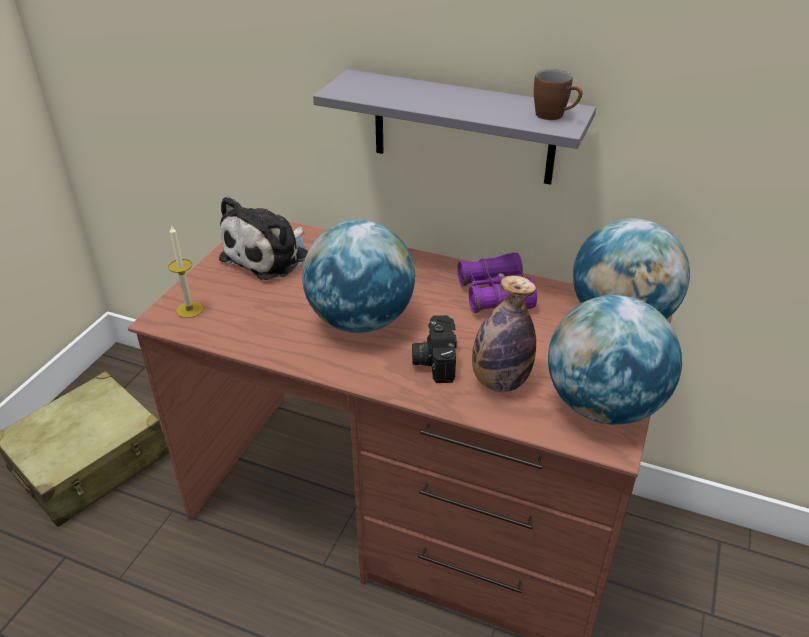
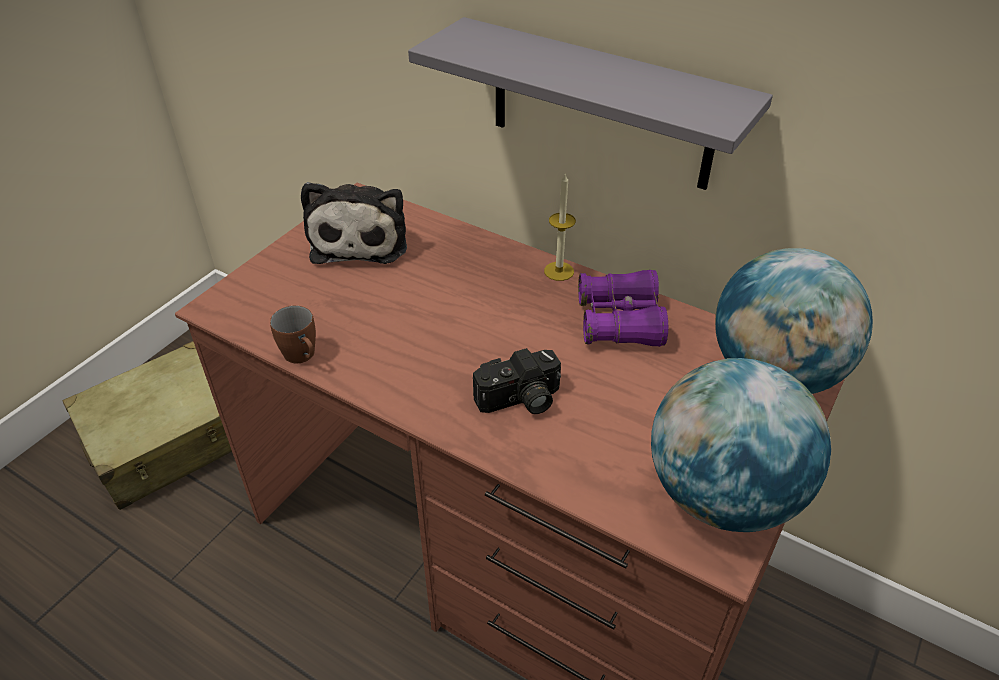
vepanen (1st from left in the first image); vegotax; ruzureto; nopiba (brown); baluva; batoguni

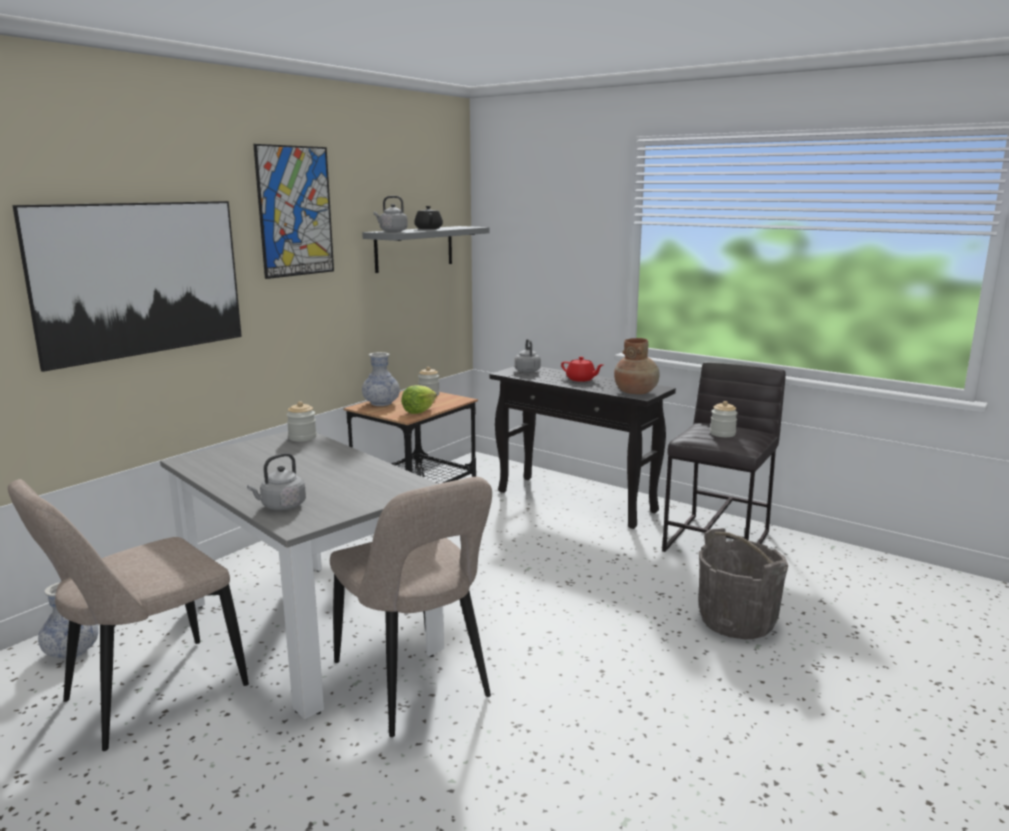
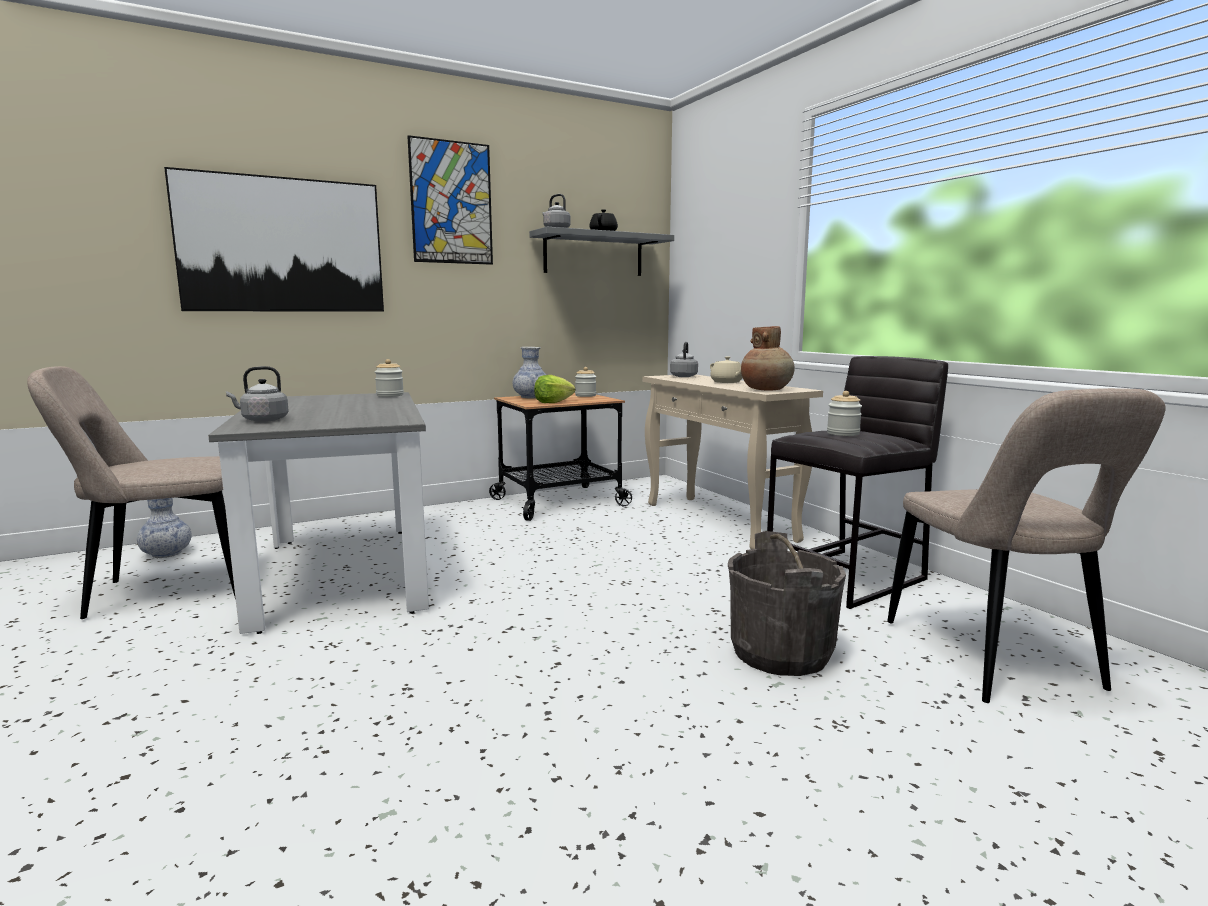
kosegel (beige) (2nd from left); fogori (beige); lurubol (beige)

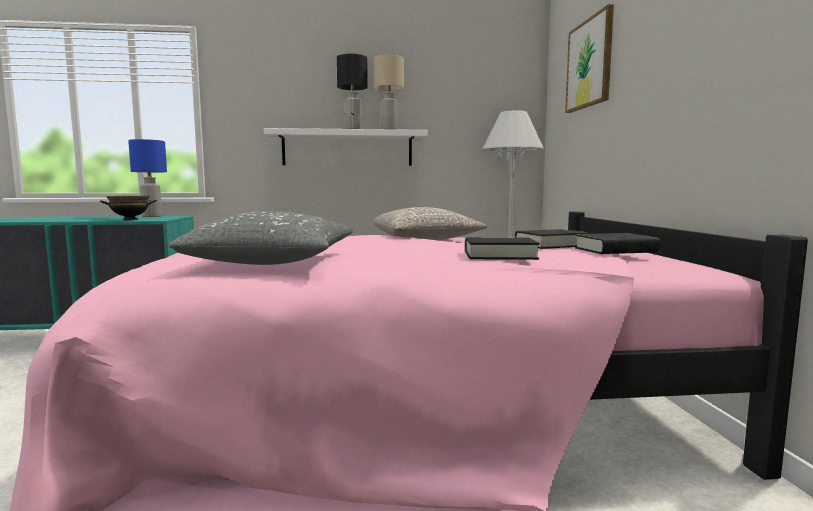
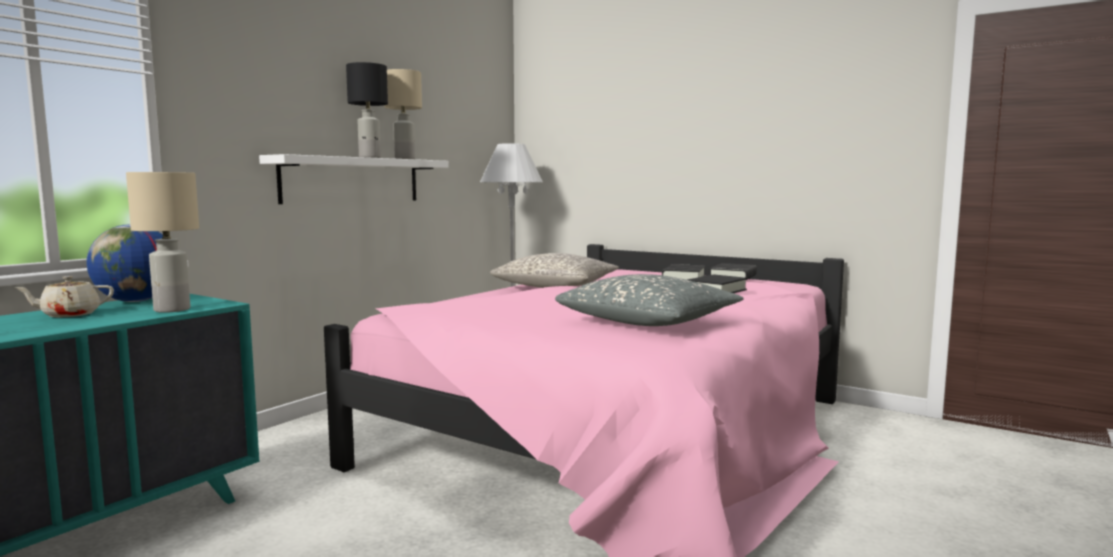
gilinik; lurubol (beige); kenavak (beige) (1st from left); vepanen

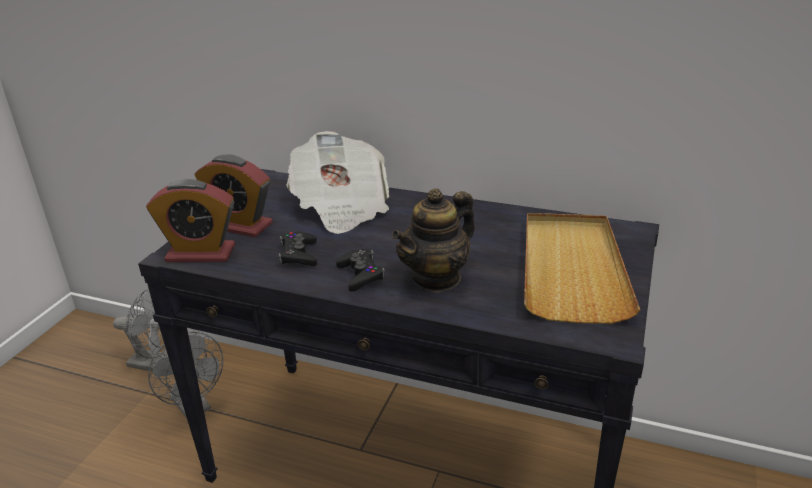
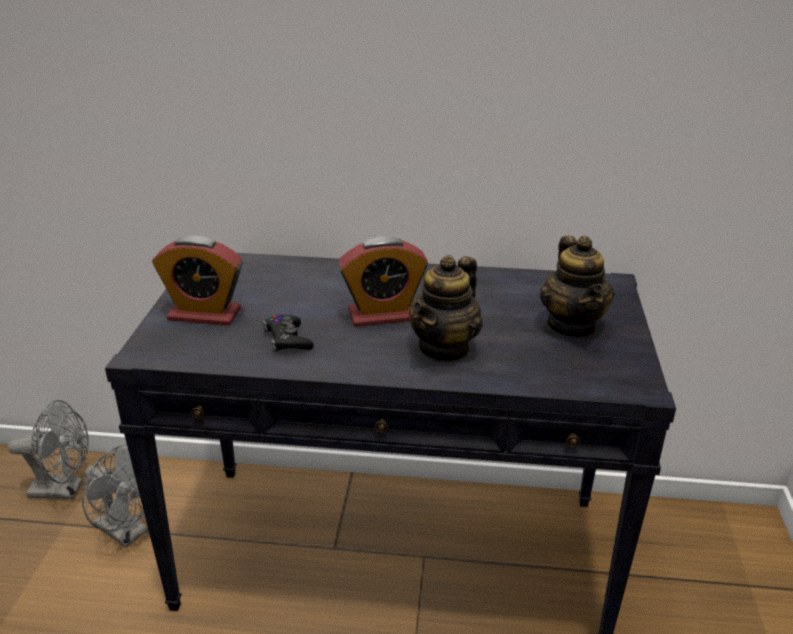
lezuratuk; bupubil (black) (2nd from left in the first image); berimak (2nd from left); lurubol (2nd from left)

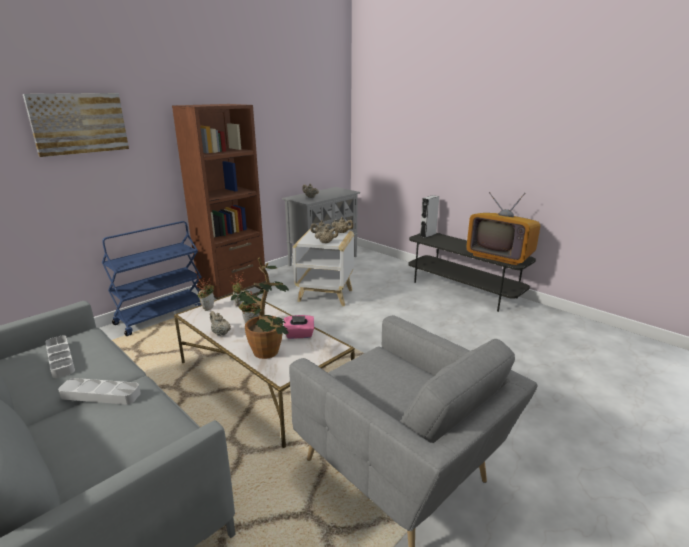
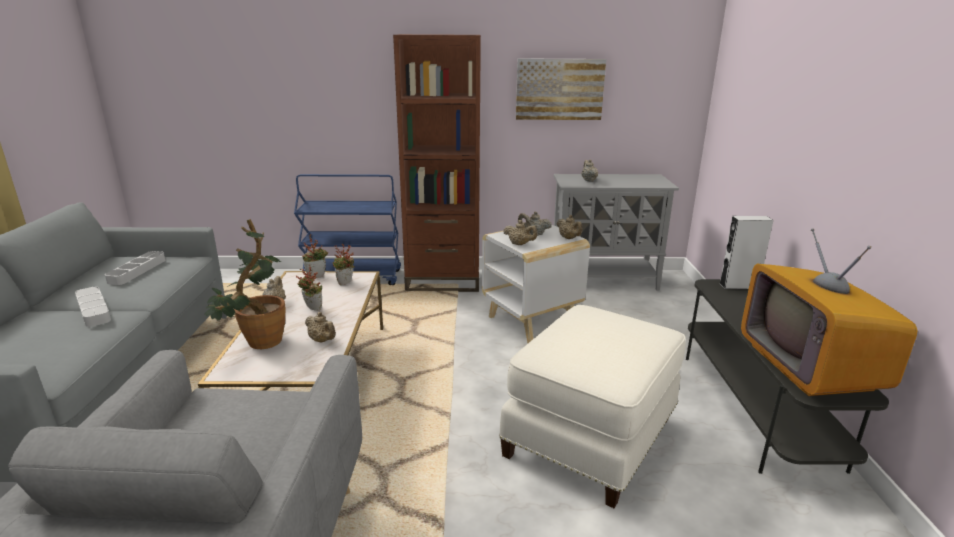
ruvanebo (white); gilinik; lurubol (beige) (2nd from left)

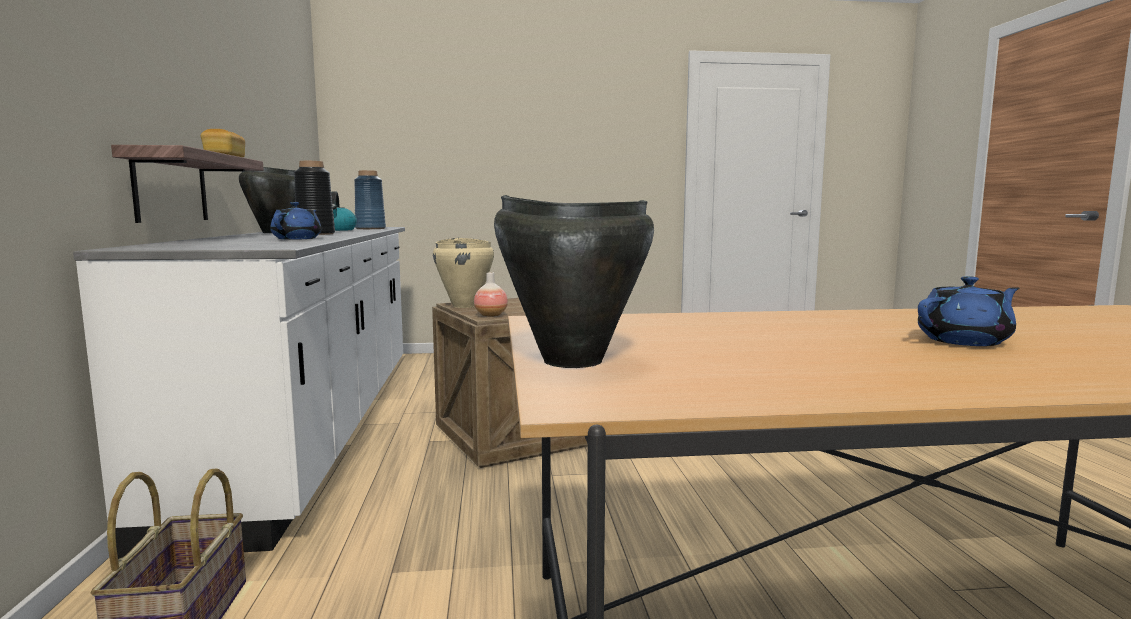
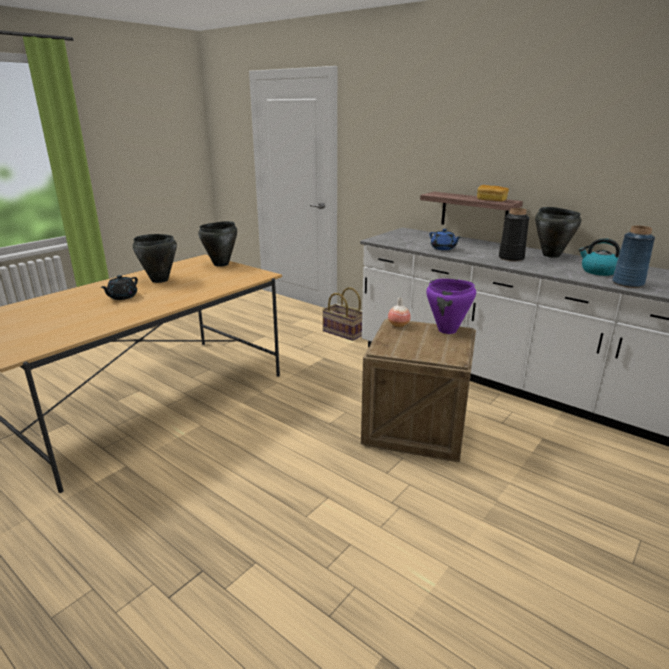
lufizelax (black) (1st from left); lufizelax (purple); lurubol (black)

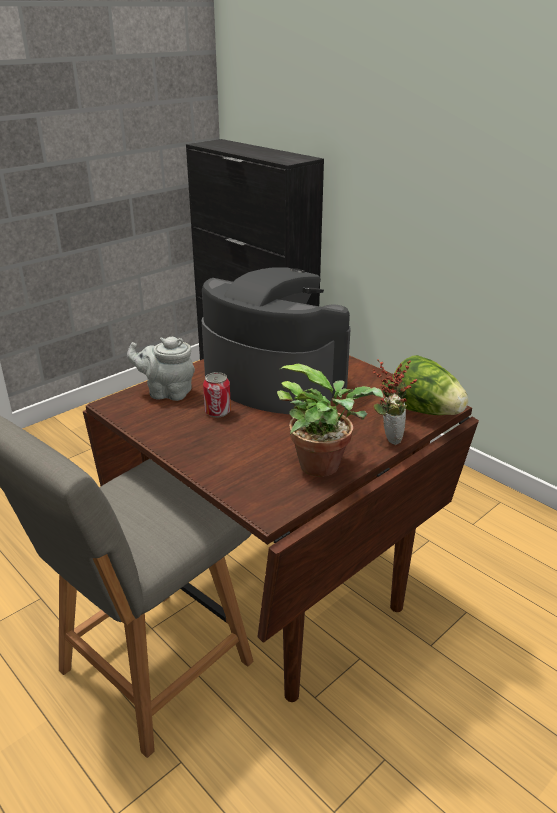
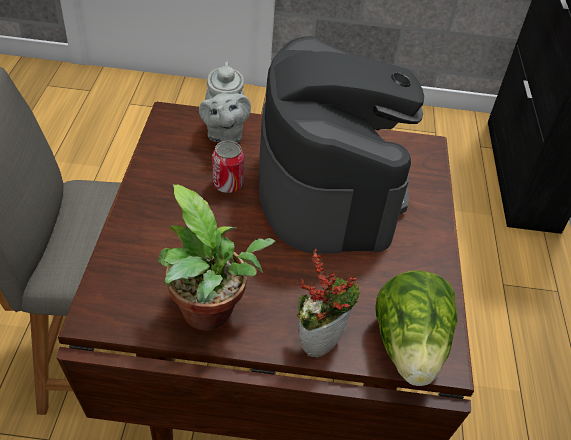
lurubol (grey)

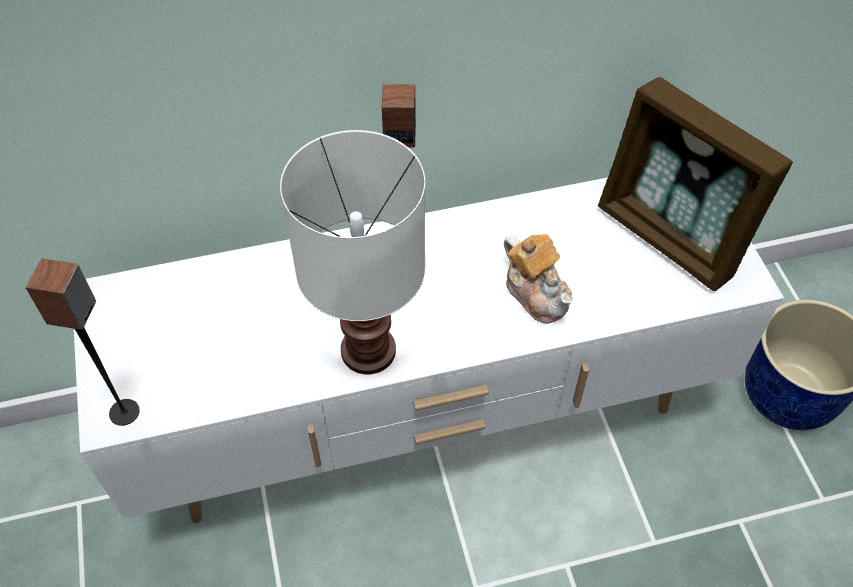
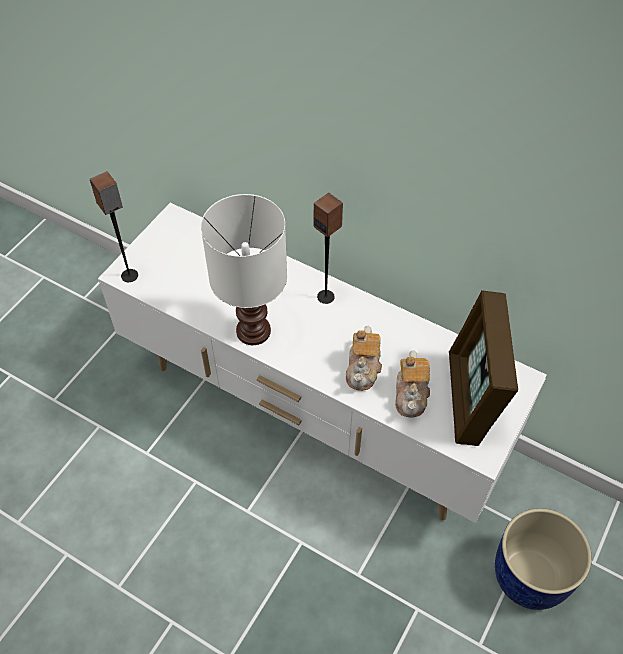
lurubol (2nd from left)

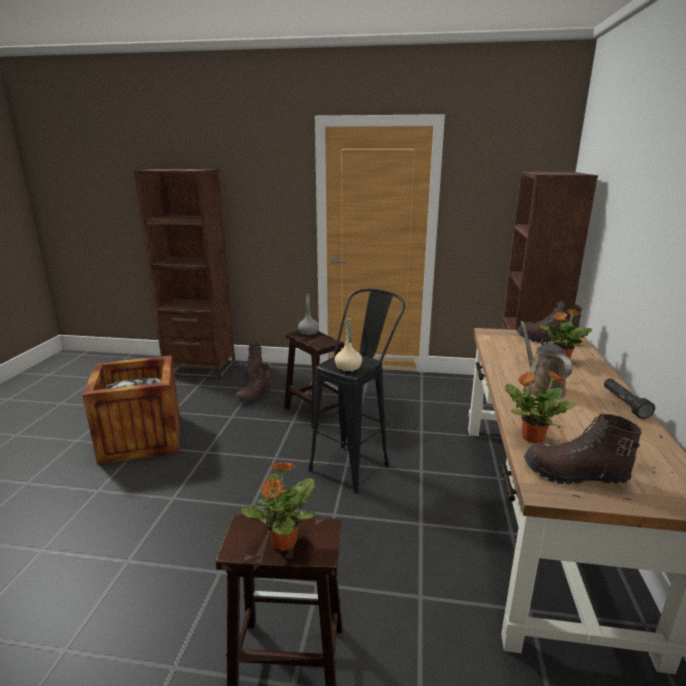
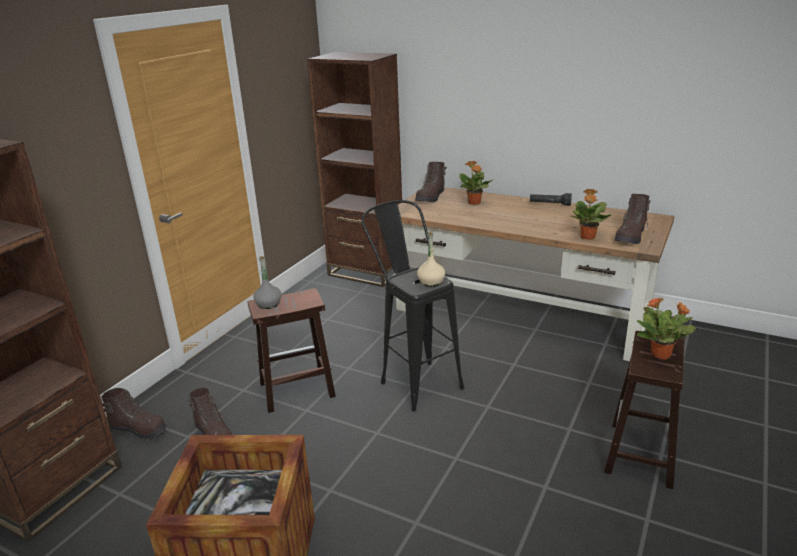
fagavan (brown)

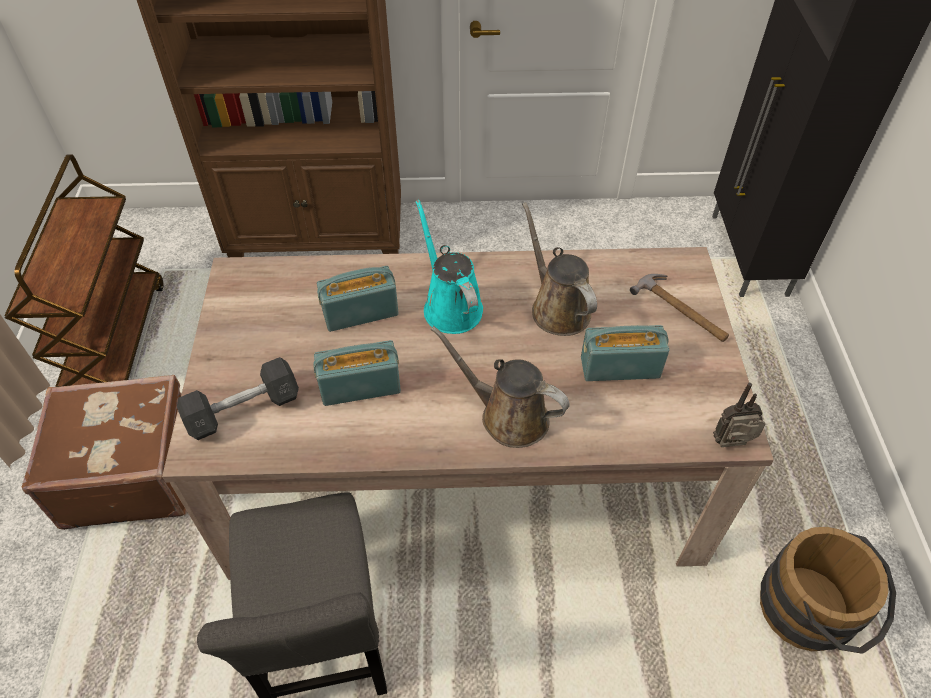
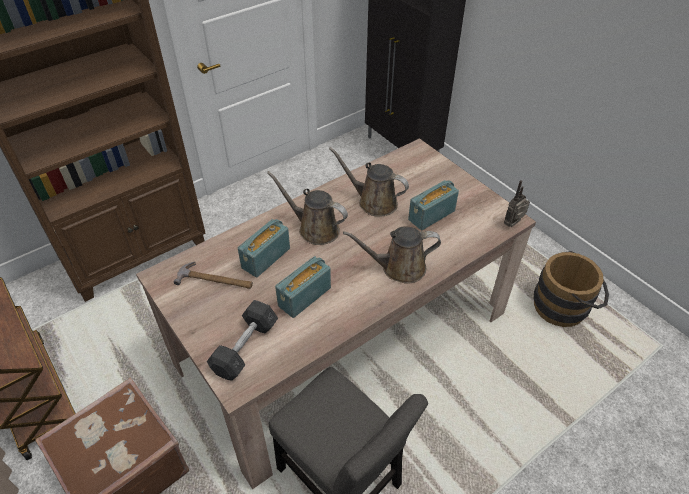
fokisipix; fagavan (brown) (1st from left)

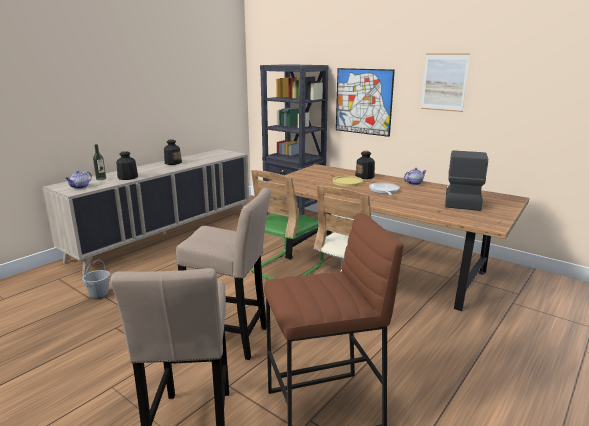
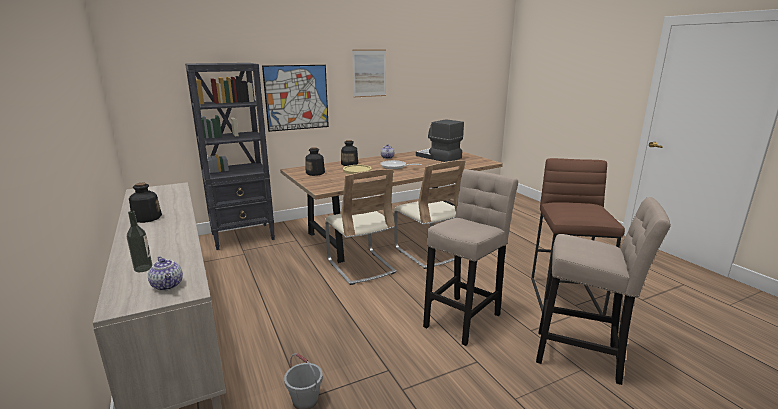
vegotax (3rd from left); kosegel (beige) (1st from left)

